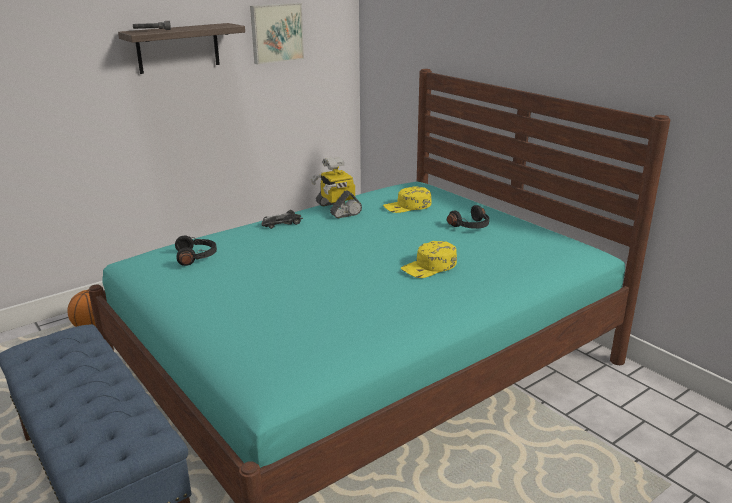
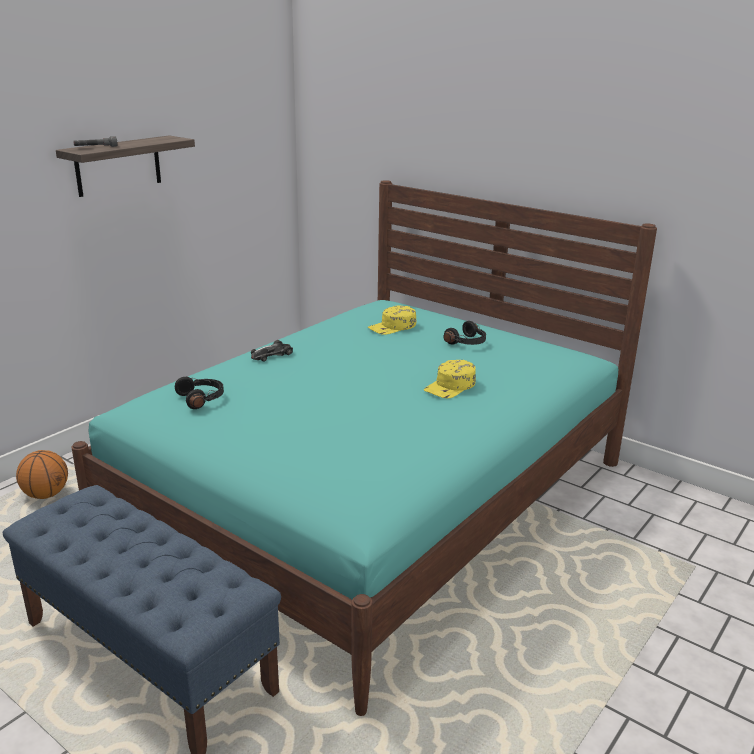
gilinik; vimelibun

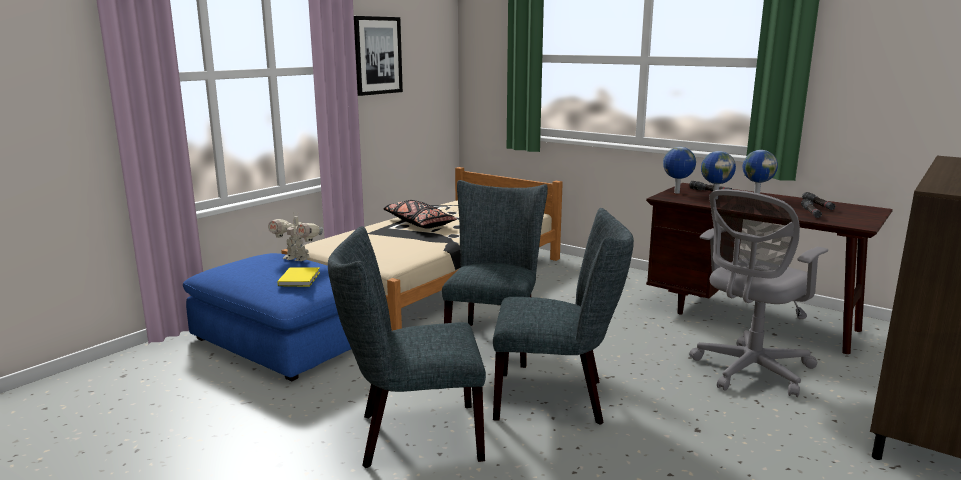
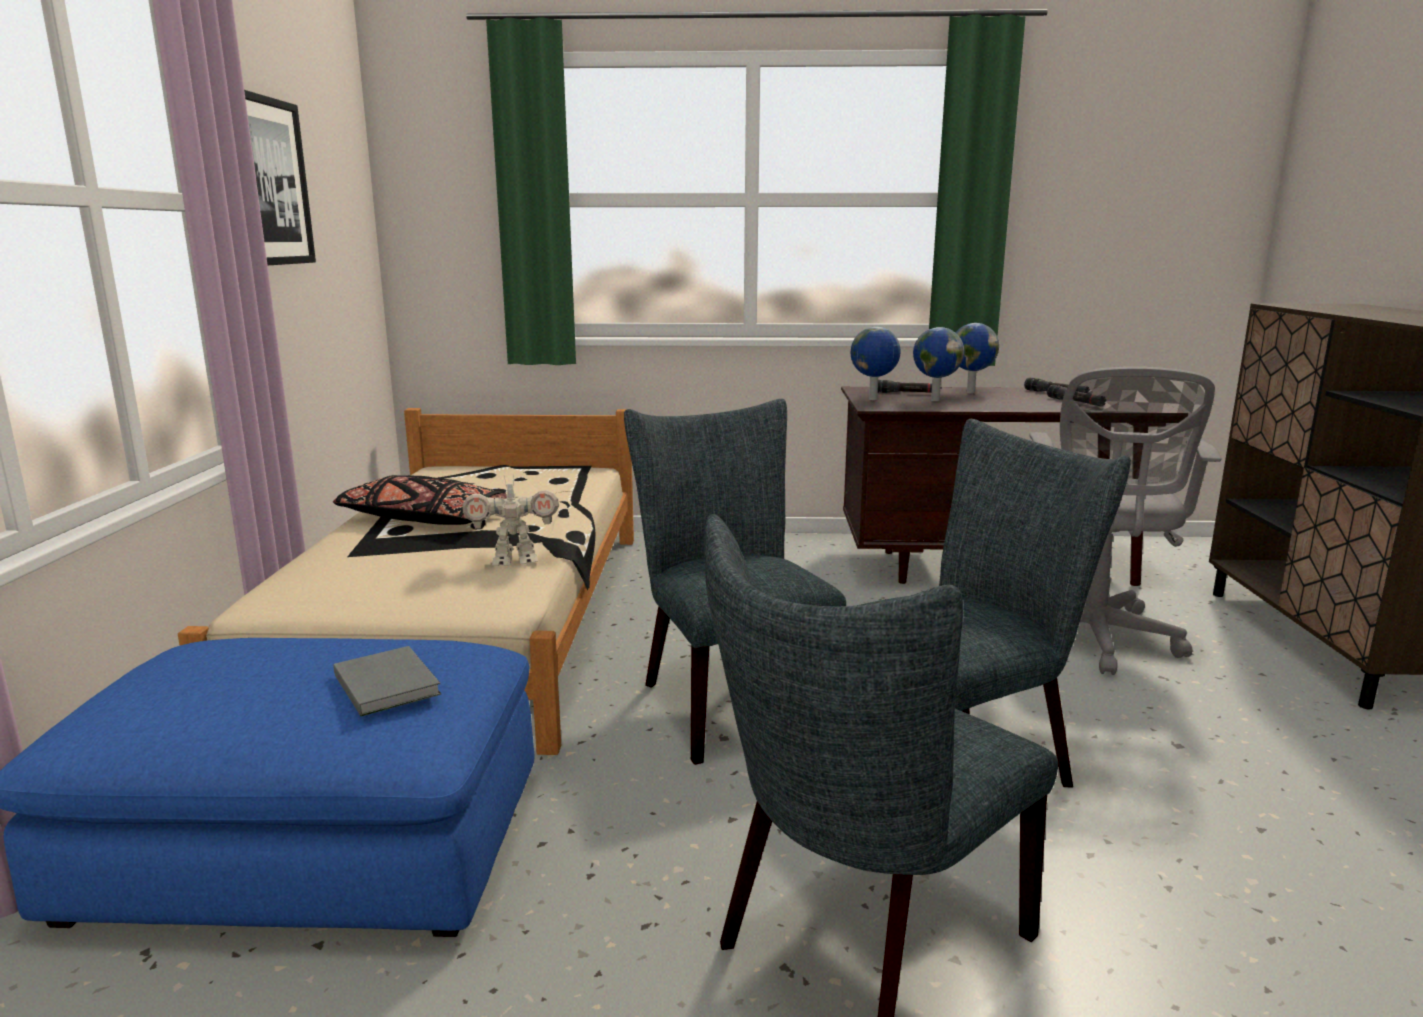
vimelibun; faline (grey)

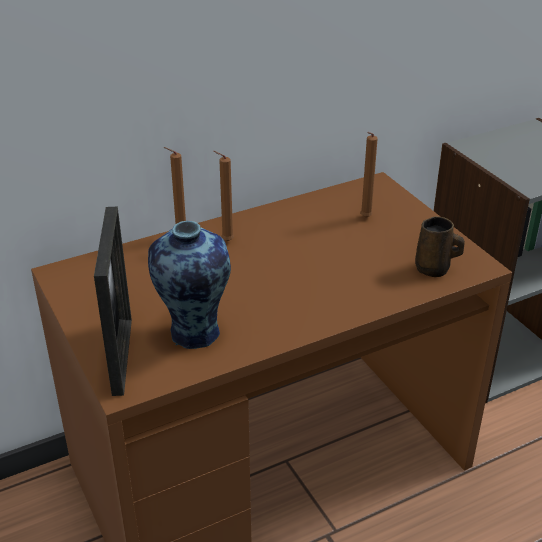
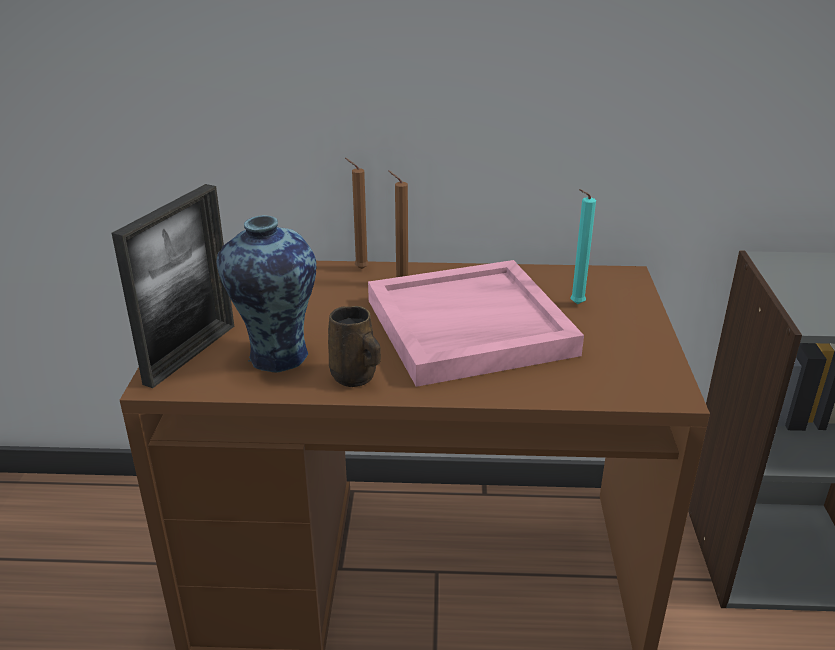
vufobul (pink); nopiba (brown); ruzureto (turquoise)

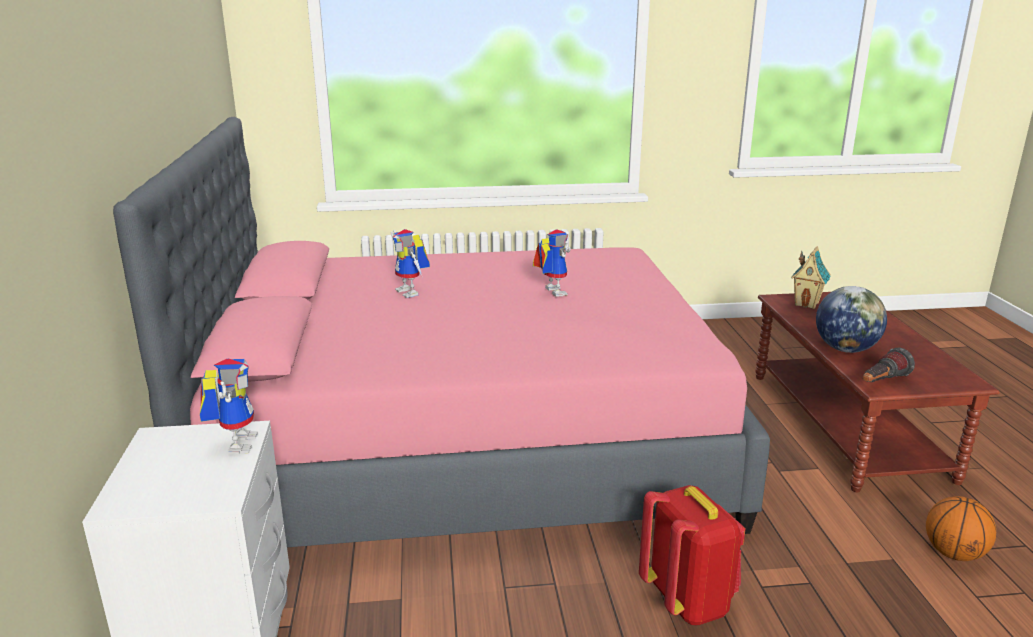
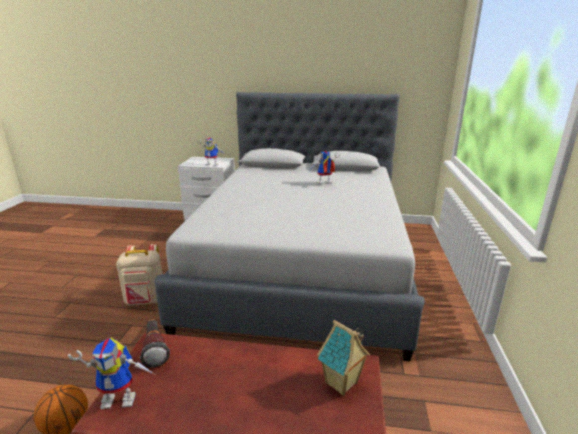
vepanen; vimelibun (1st from left); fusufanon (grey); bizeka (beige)

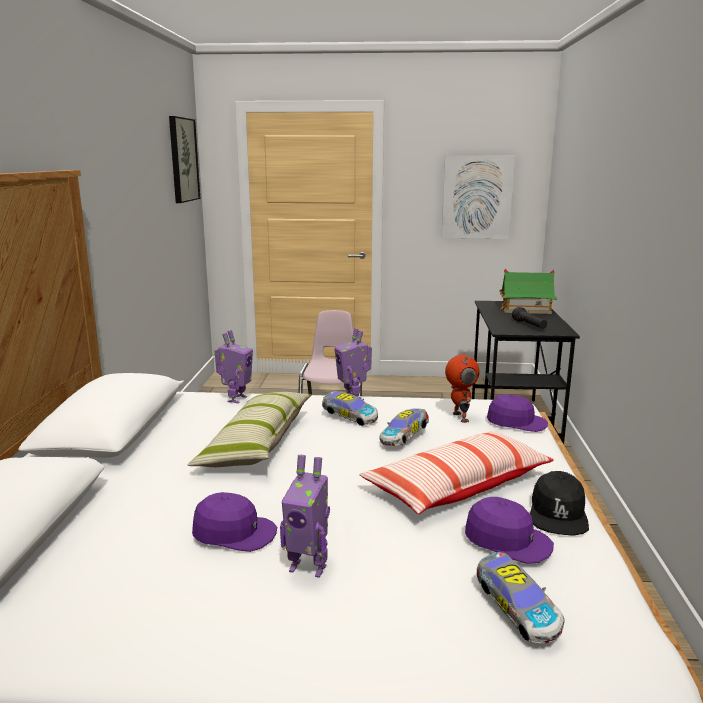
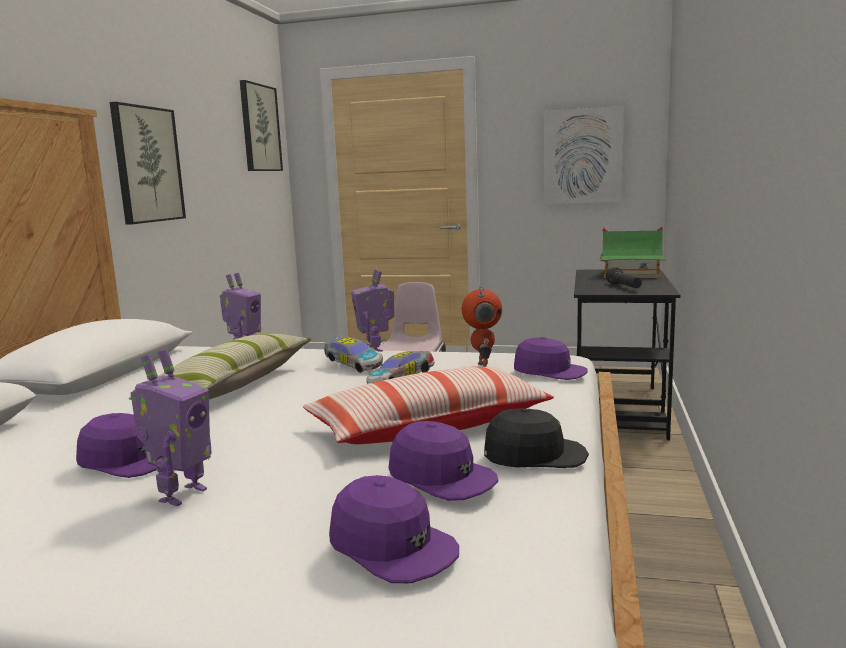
gilinik (1st from left); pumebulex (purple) (2nd from left); vimelibun (1st from left); pumebulex (black)

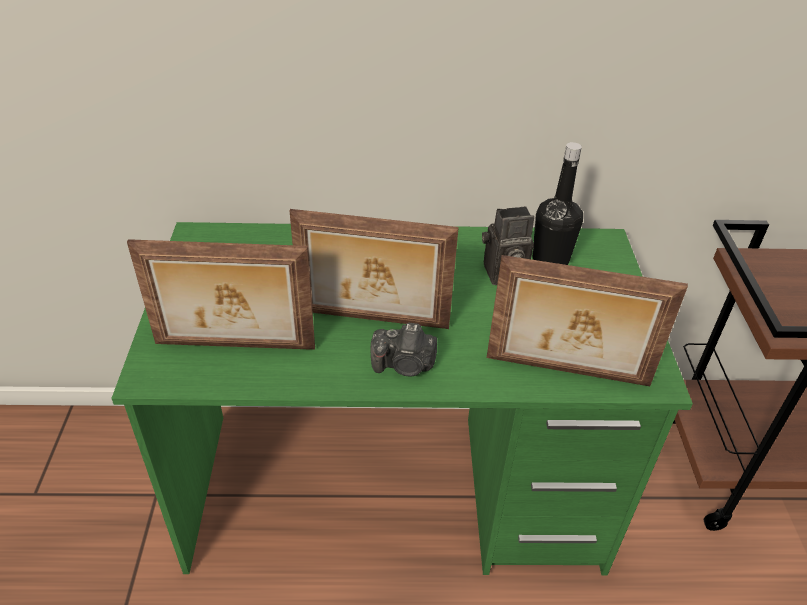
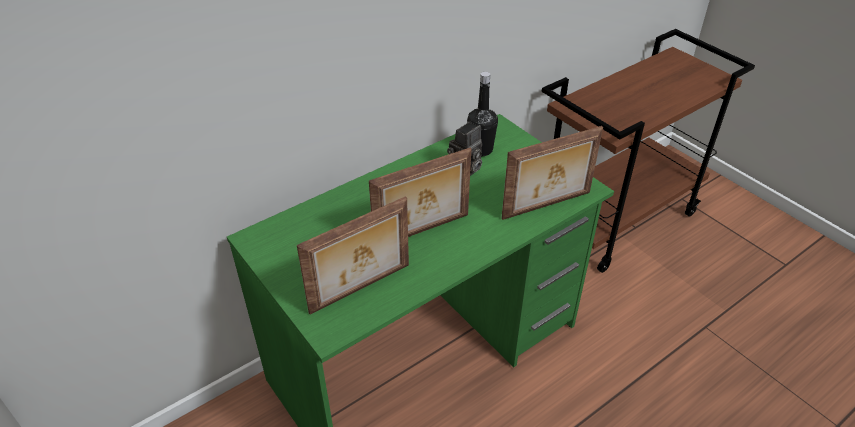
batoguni (1st from left in the first image)

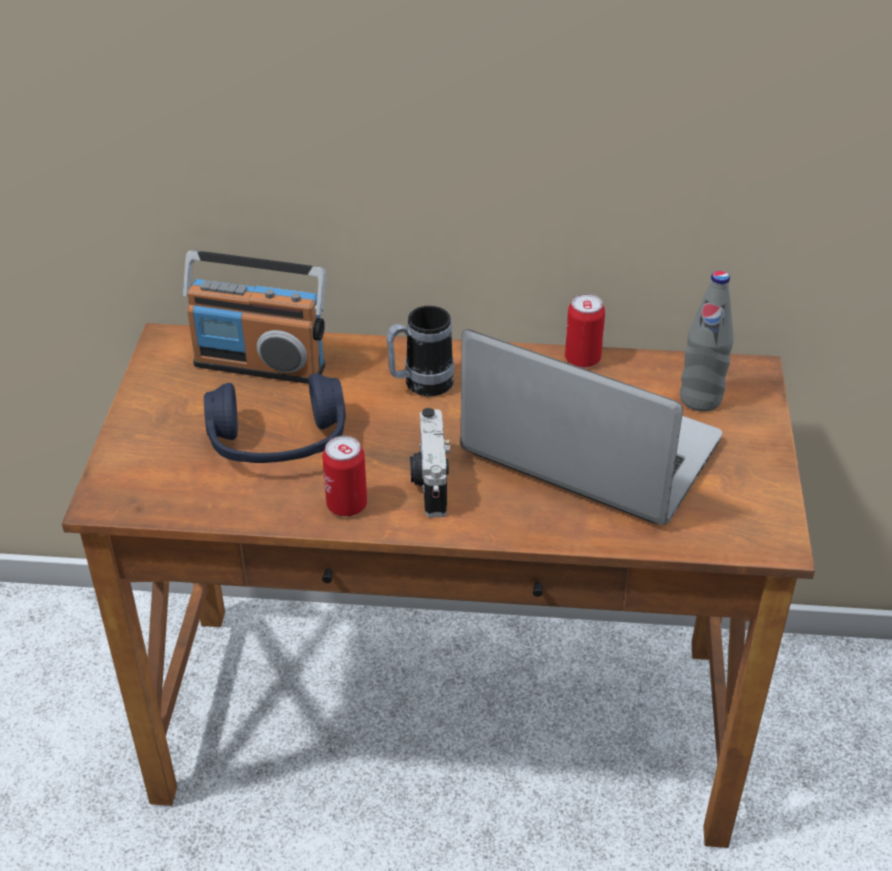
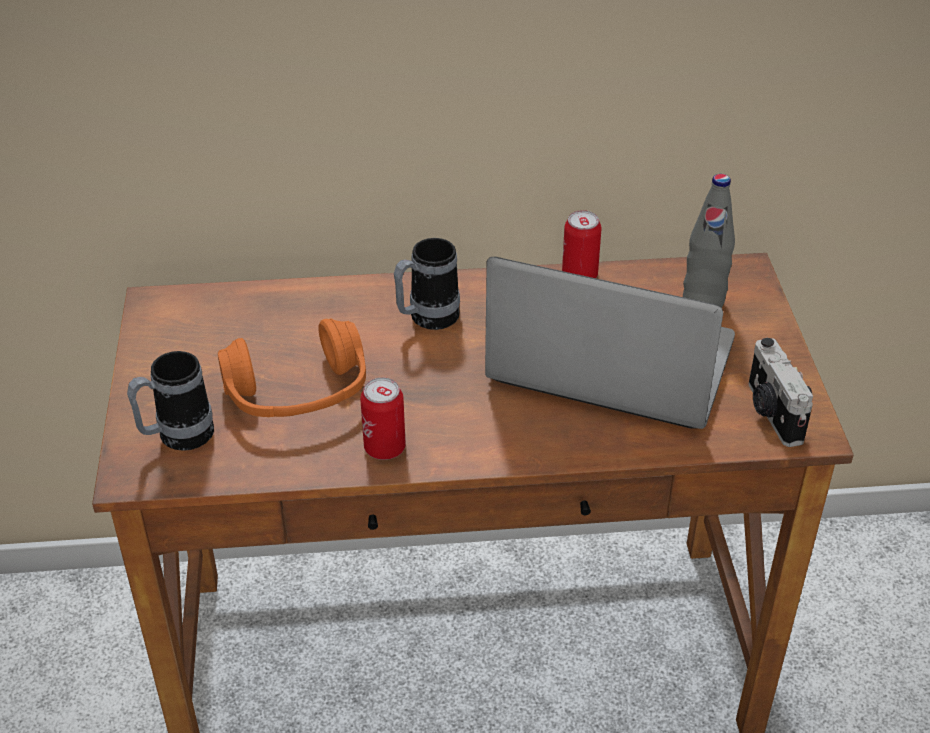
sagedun; nopiba (1st from left); batoguni; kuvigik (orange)

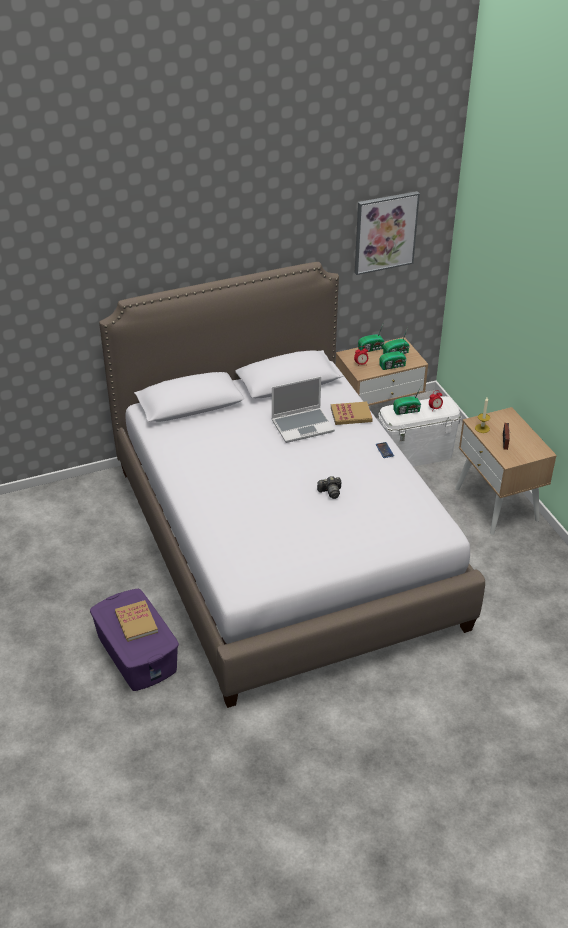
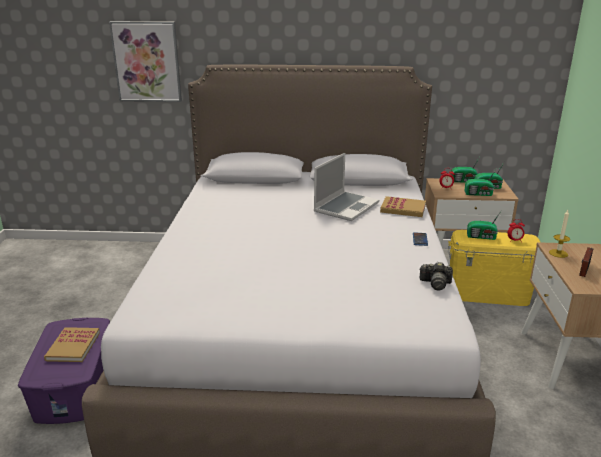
batoguni; gilinik; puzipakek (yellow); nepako

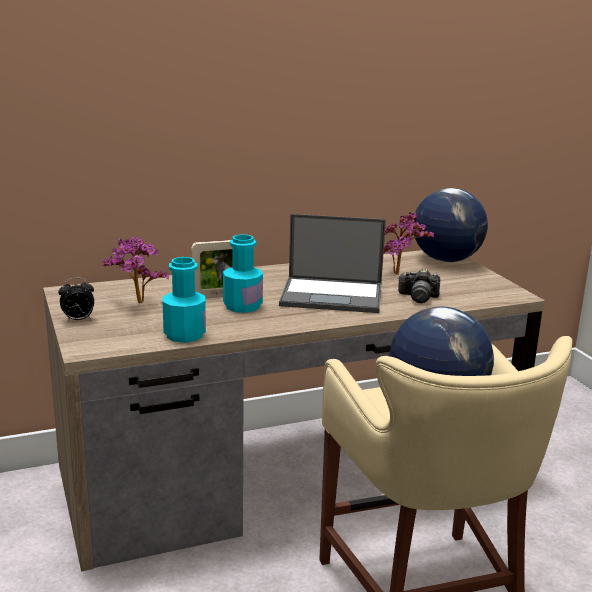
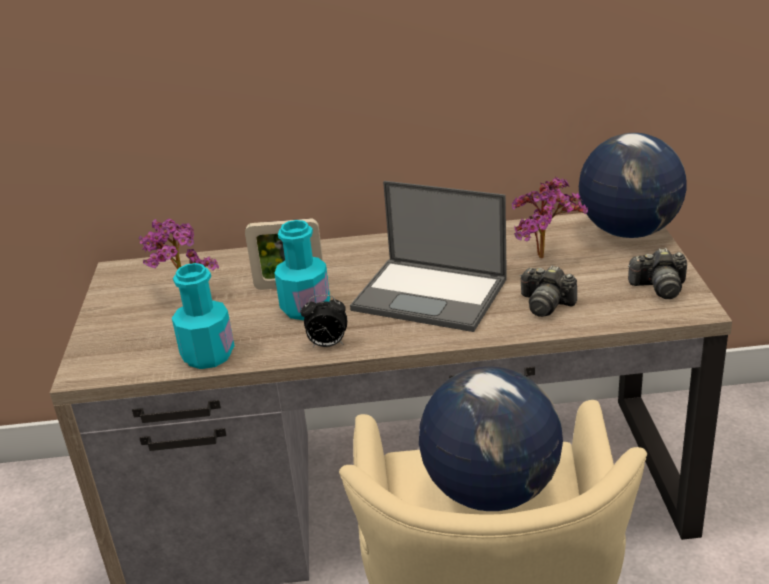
batoguni (2nd from left); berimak

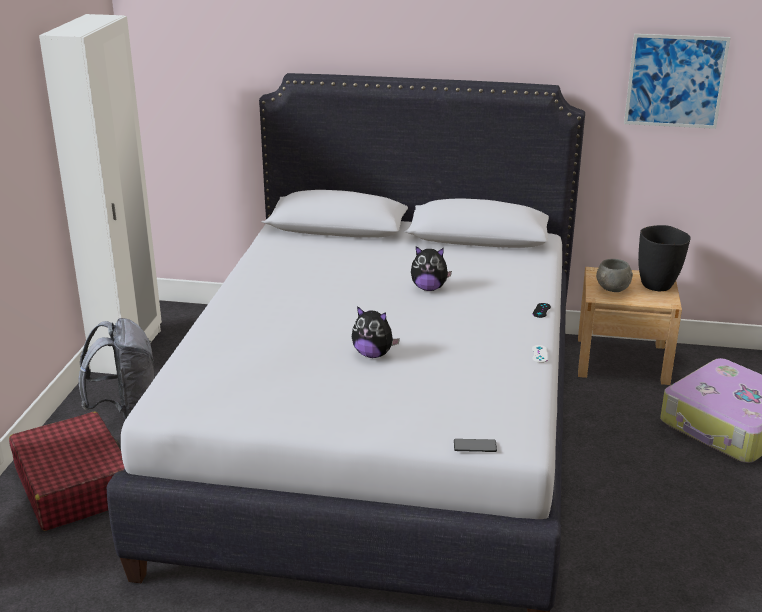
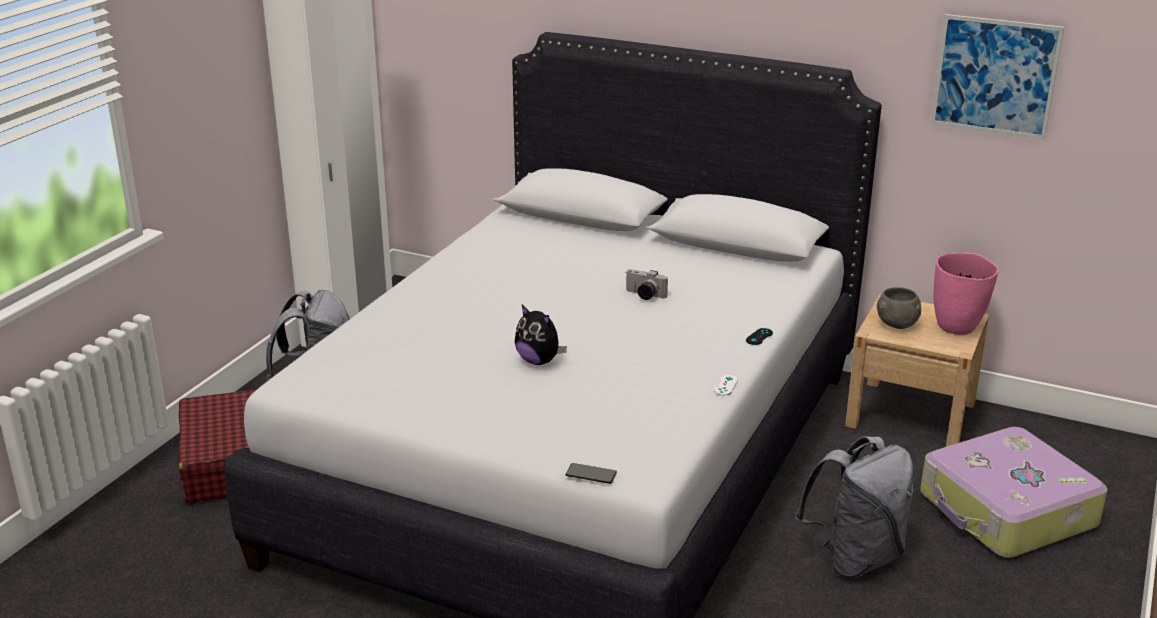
bizeka (grey) (2nd from left); batoguni; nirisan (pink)

